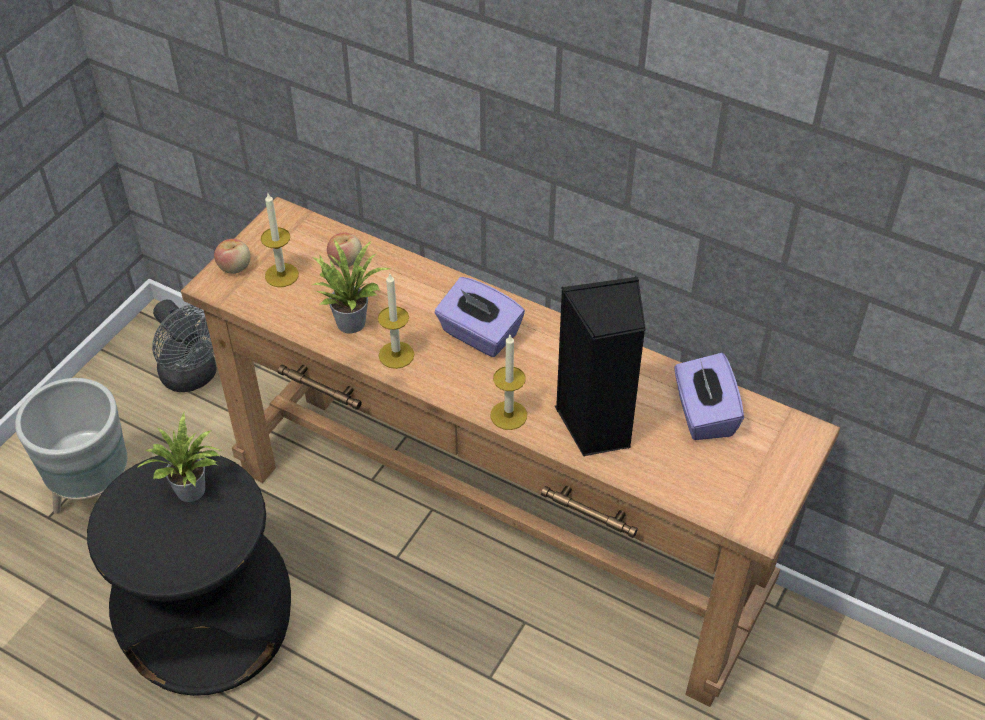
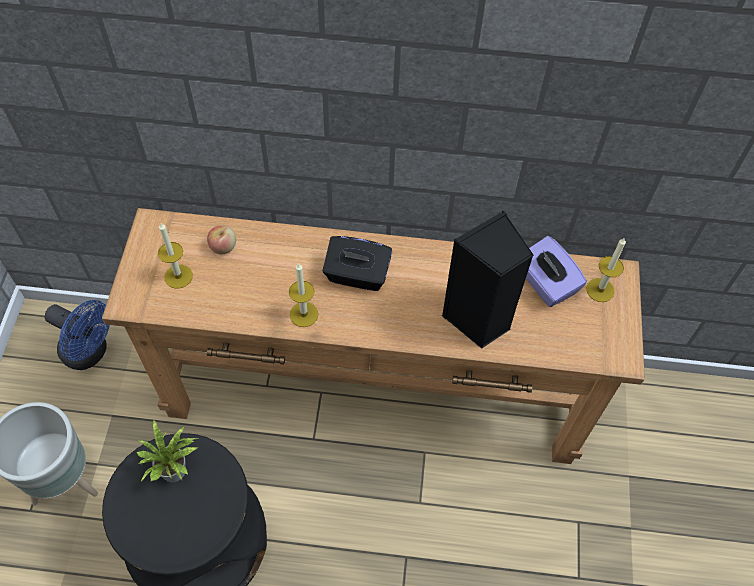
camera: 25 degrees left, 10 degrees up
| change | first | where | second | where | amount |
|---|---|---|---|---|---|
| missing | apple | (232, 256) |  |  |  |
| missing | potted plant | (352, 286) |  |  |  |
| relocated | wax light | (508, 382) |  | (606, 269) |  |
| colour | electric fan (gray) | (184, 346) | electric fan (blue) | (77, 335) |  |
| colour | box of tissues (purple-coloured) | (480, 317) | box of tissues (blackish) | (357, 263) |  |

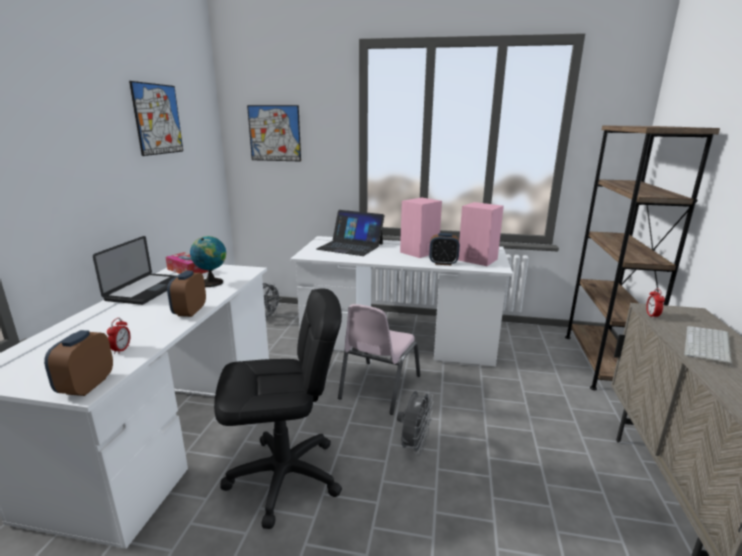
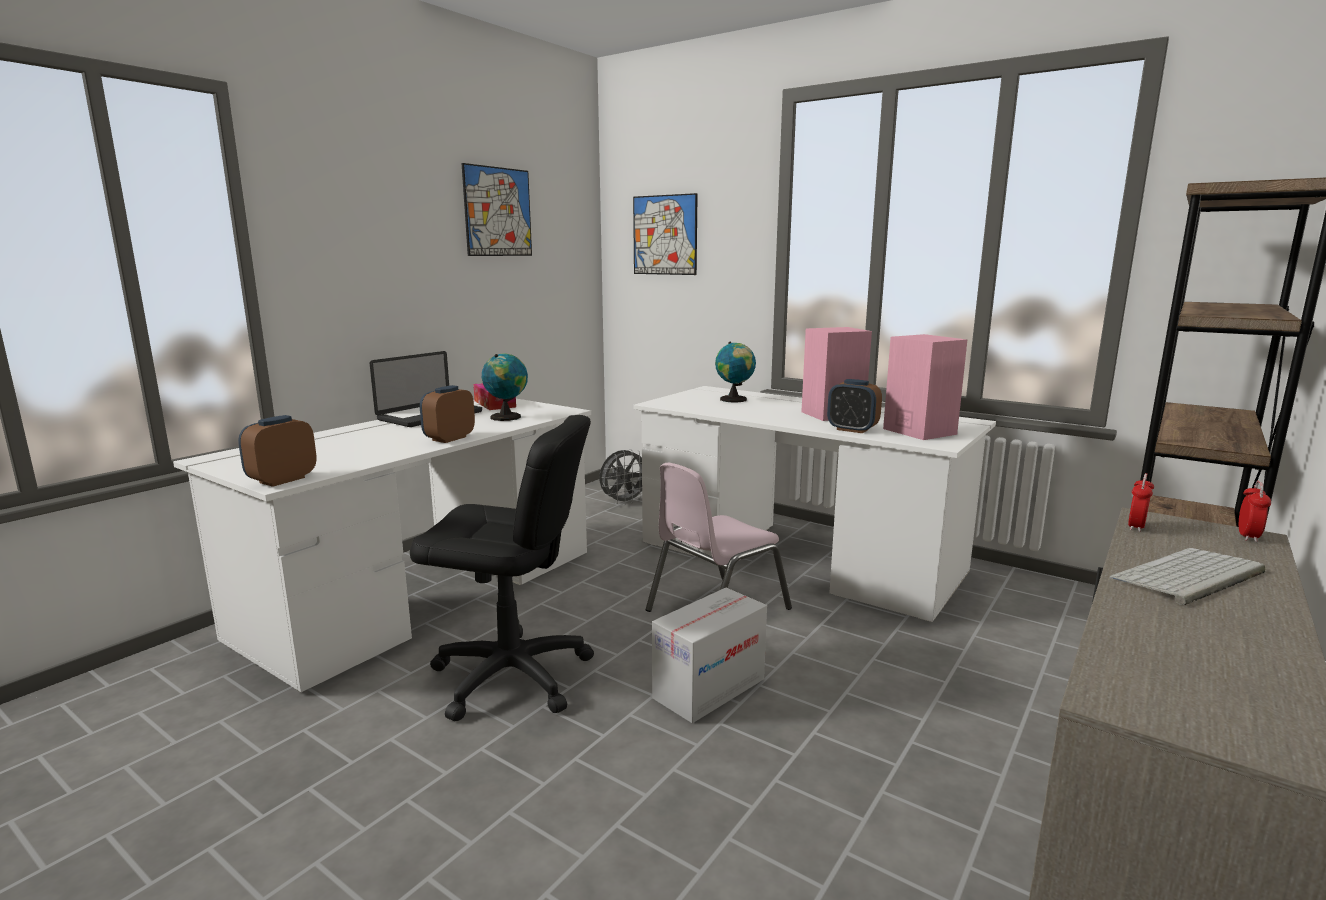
camera: 25 degrees right, 5 degrees down
| change | first | where | second | where | amount |
|---|---|---|---|---|---|
| relocated | table clock | (118, 336) |  | (1255, 511) |  |
| exchanged | notebook computer | (350, 233) | desk globe | (735, 372) |  |
| exchanged | electric fan (gray) | (415, 423) | carton | (709, 655) |  |

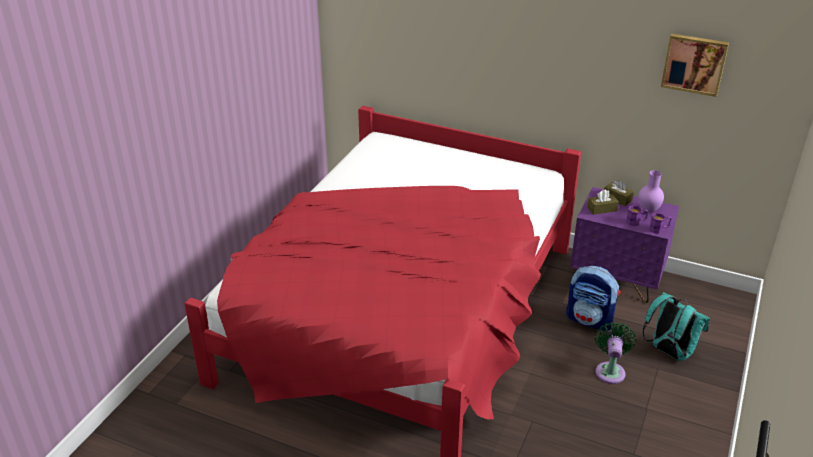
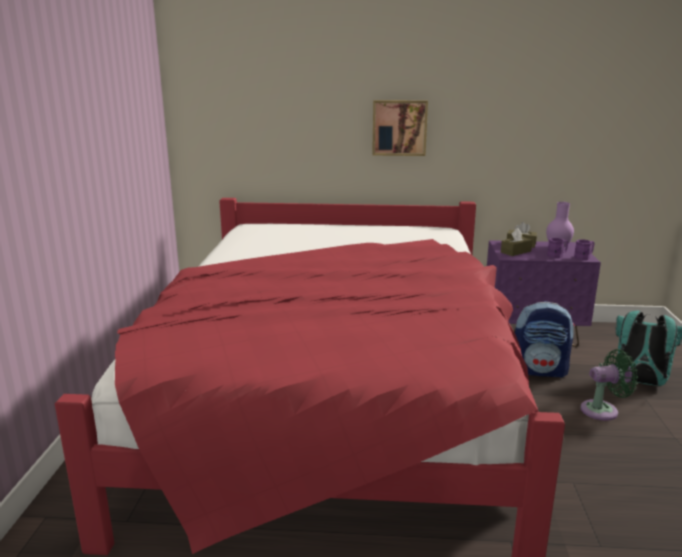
camera: 20 degrees left, 15 degrees down
| change | first | where | second | where | amount |
|---|---|---|---|---|---|
| relocated | picture | (695, 65) |  | (400, 128) |  |
| spun | electric fan (green-coloured) | (615, 353) |  | (609, 385) | 90 degrees clockwise |

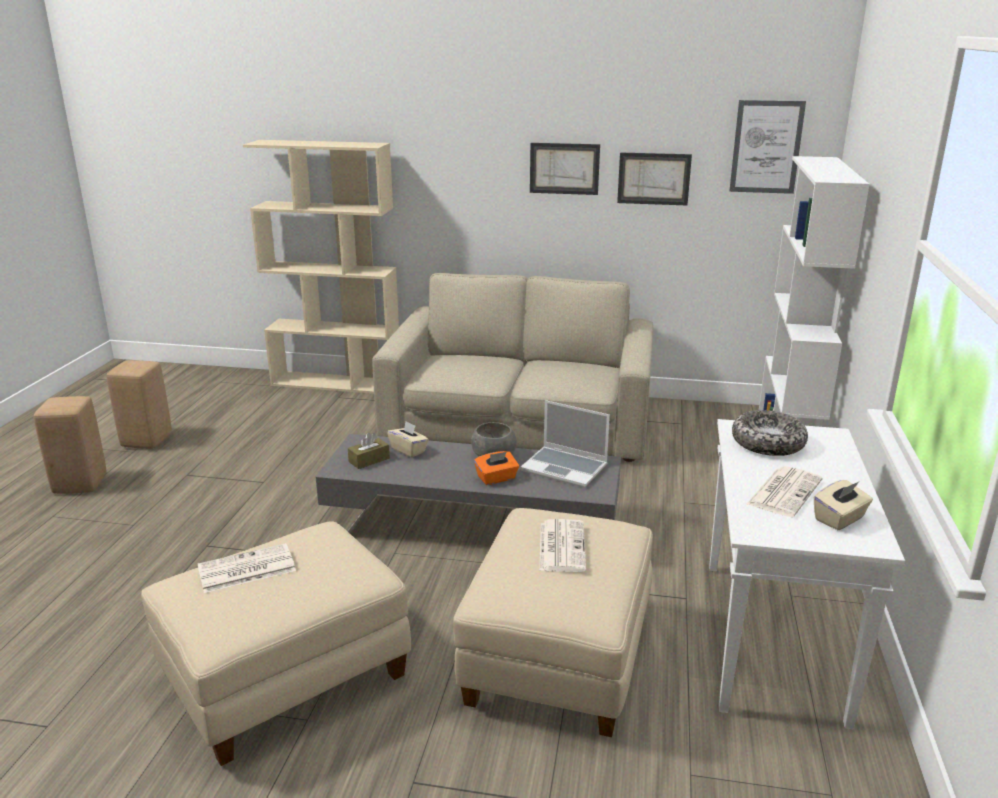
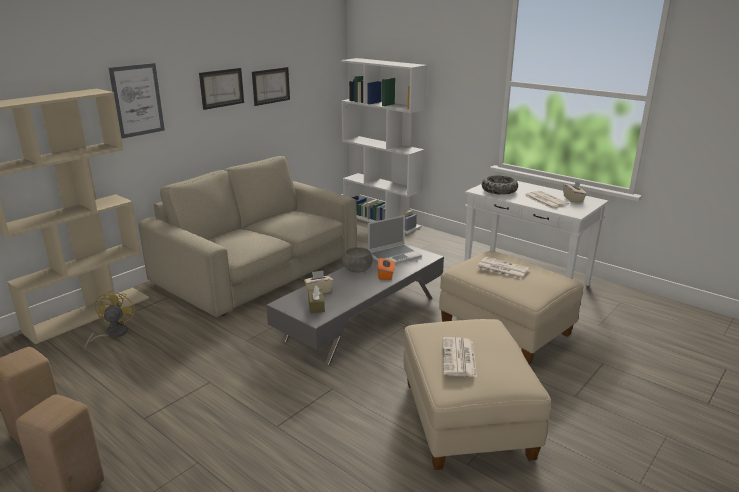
camera: 60 degrees left, 0 degrees up
| change | first | where | second | where | amount |
|---|---|---|---|---|---|
| appeared |  |  | electric fan (yellow-coloured) | (109, 319) |  |
| relocated | picture | (767, 147) |  | (137, 101) |  |

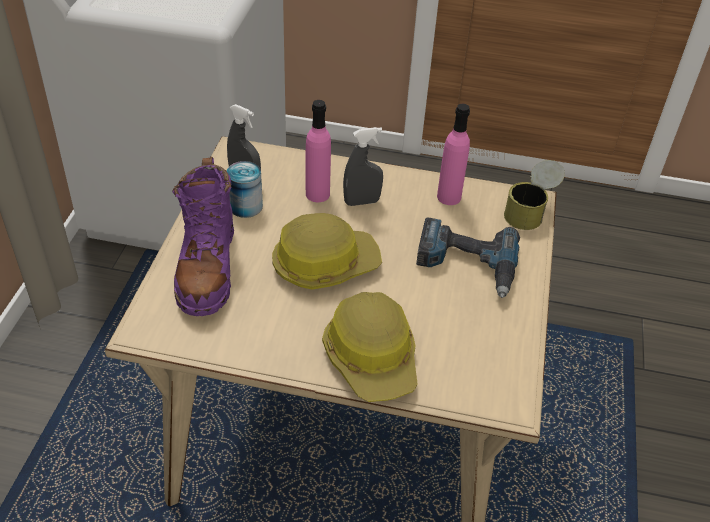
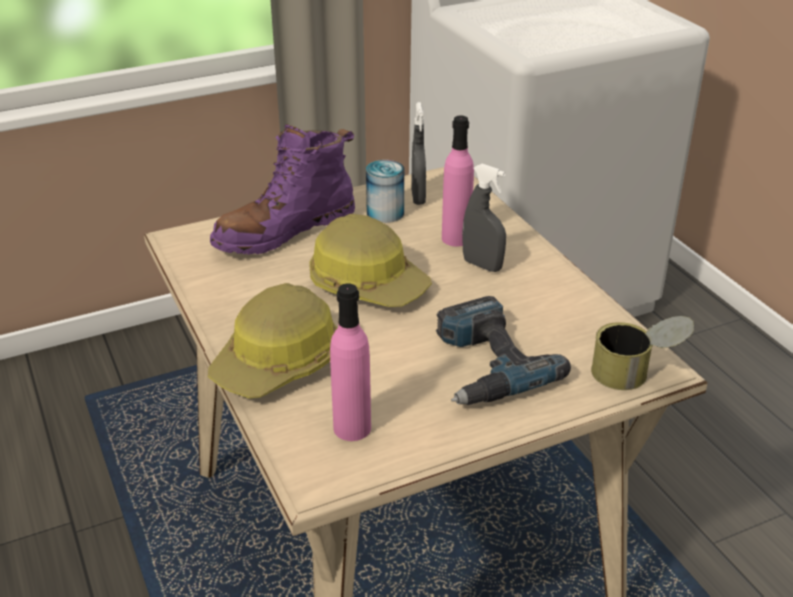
camera: 55 degrees right, 10 degrees down
| change | first | where | second | where | amount |
|---|---|---|---|---|---|
| relocated | beverage bottle (pink) | (453, 154) |  | (350, 362) |  |

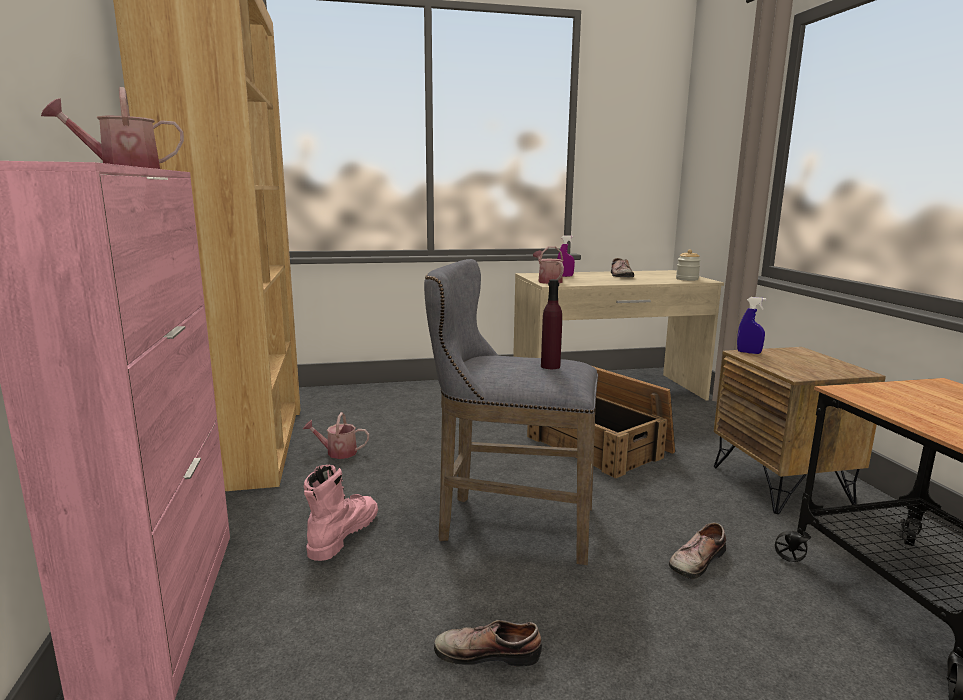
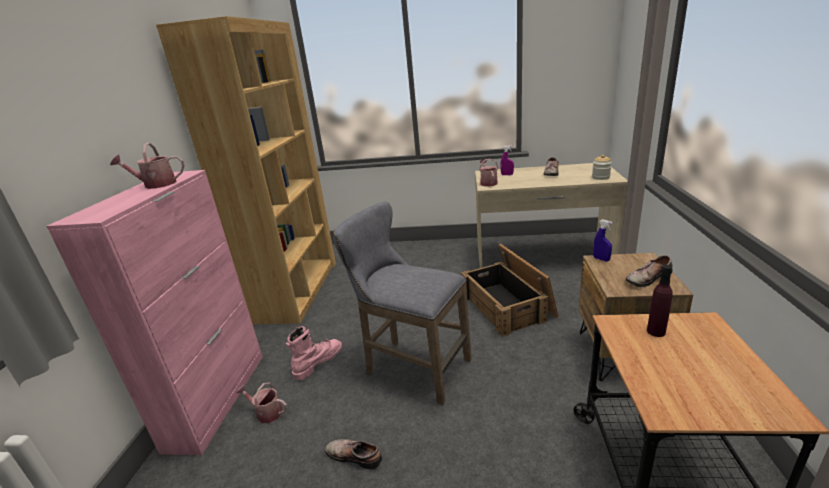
camera: 20 degrees right, 10 degrees up
| change | first | where | second | where | amount |
|---|---|---|---|---|---|
| relocated | watering can | (336, 435) |  | (261, 403) |  |
| relocated | beverage bottle (purple-coloured) | (551, 324) |  | (660, 301) |  |
| relocated | item of footwear | (697, 550) |  | (649, 271) |  |

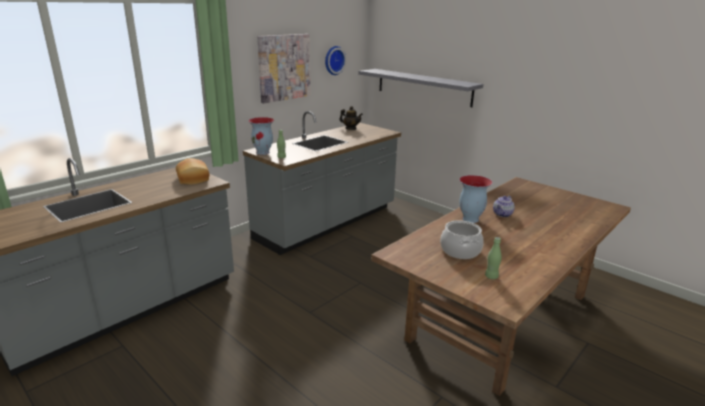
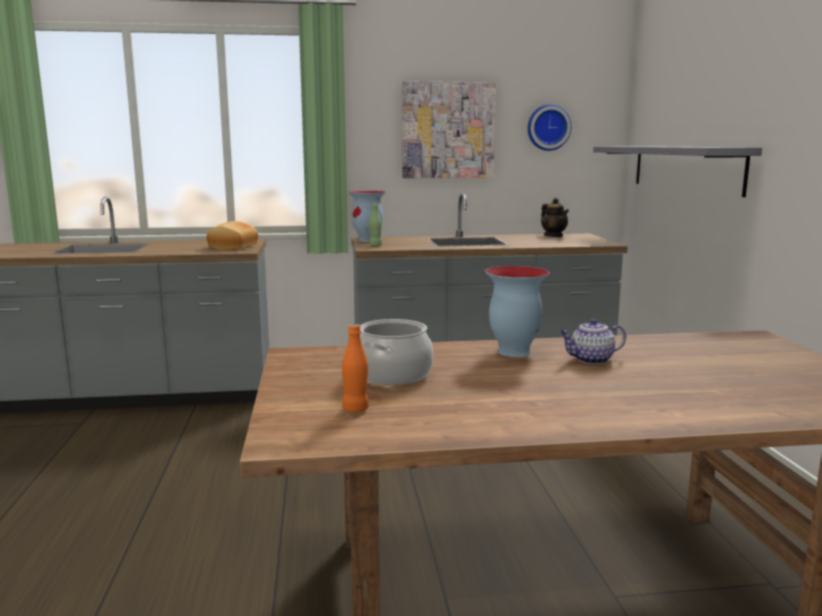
camera: 40 degrees right, 10 degrees down
| change | first | where | second | where | amount |
|---|---|---|---|---|---|
| colour | beverage bottle (green-coloured) | (493, 258) | beverage bottle (orange-coloured) | (355, 368) |  |

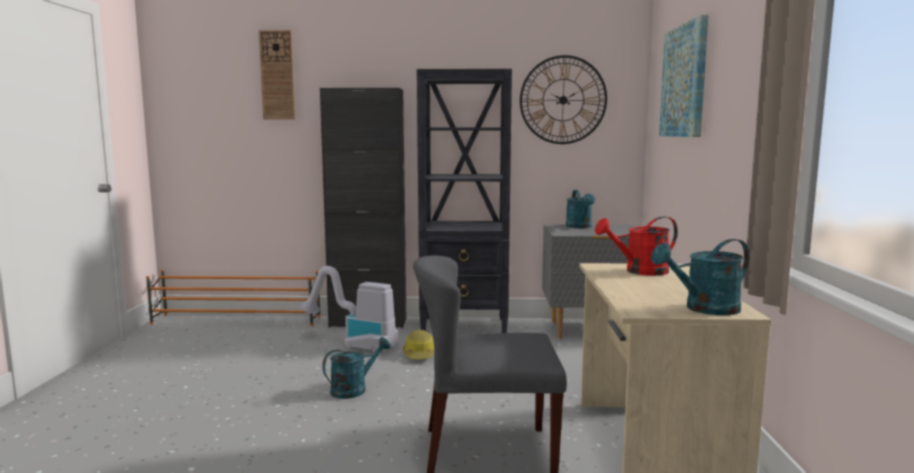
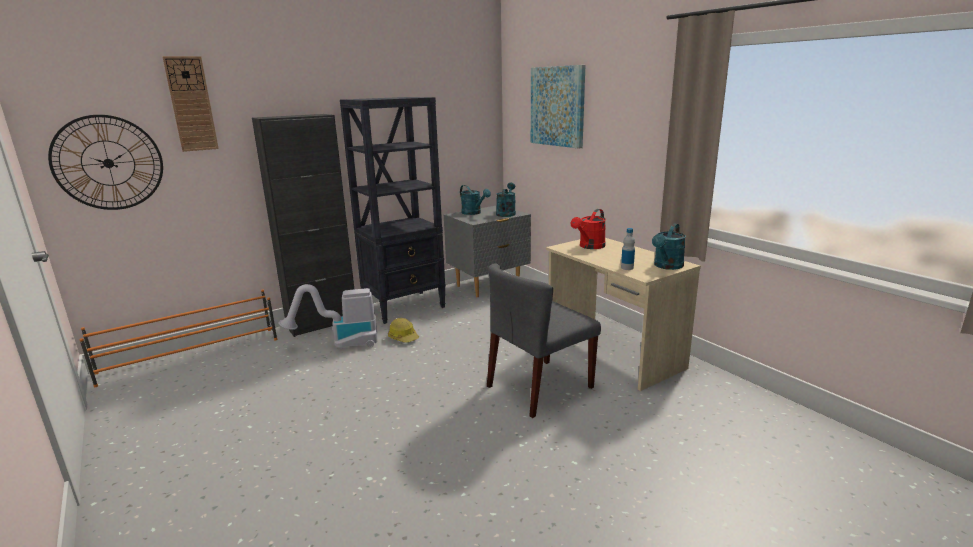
camera: 35 degrees left, 10 degrees up
| change | first | where | second | where | amount |
|---|---|---|---|---|---|
| appeared |  |  | beverage bottle | (628, 249) |  |
| relocated | watering can (turquoise) | (356, 368) |  | (506, 200) |  |
| relocated | wall clock | (563, 99) |  | (105, 162) |  |

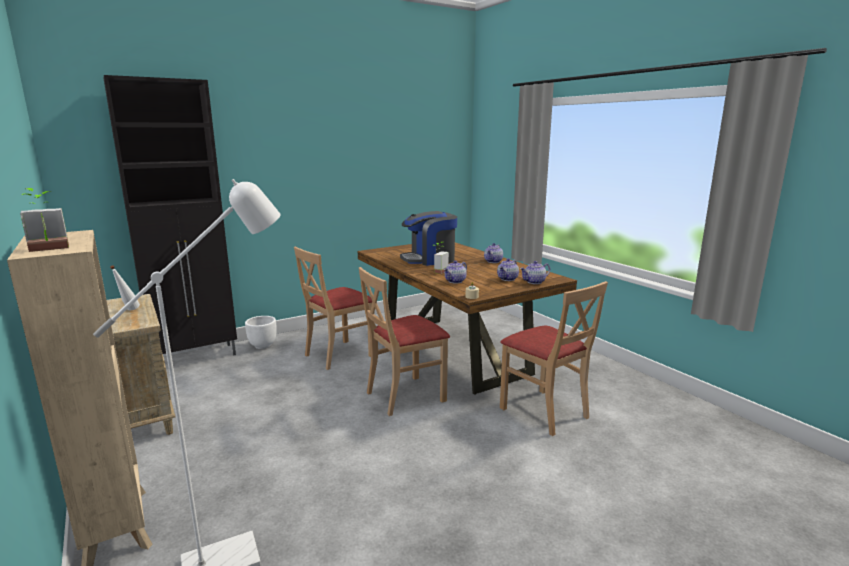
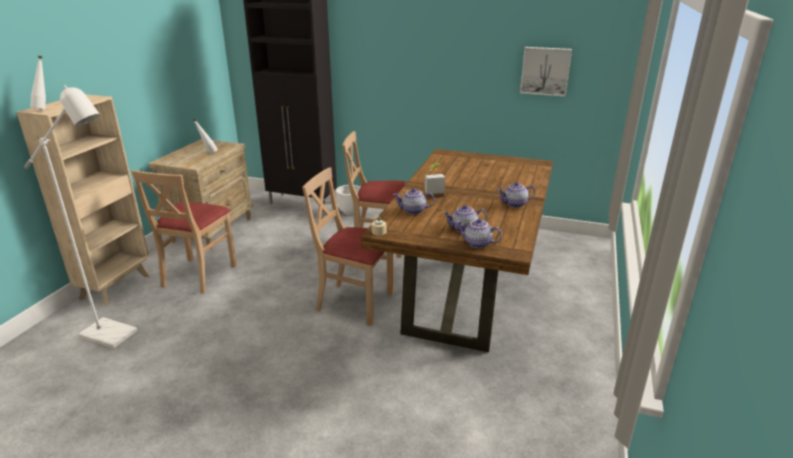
camera: 50 degrees right, 10 degrees up
| change | first | where | second | where | amount |
|---|---|---|---|---|---|
| missing | coffee maker | (428, 238) |  |  |  |
| appeared |  |  | picture | (546, 71) |  |
| relocated | plain chair (beige) | (554, 358) |  | (184, 232) |  |
| exchanged | potted plant | (44, 220) | beverage bottle (white) | (38, 83) |  |

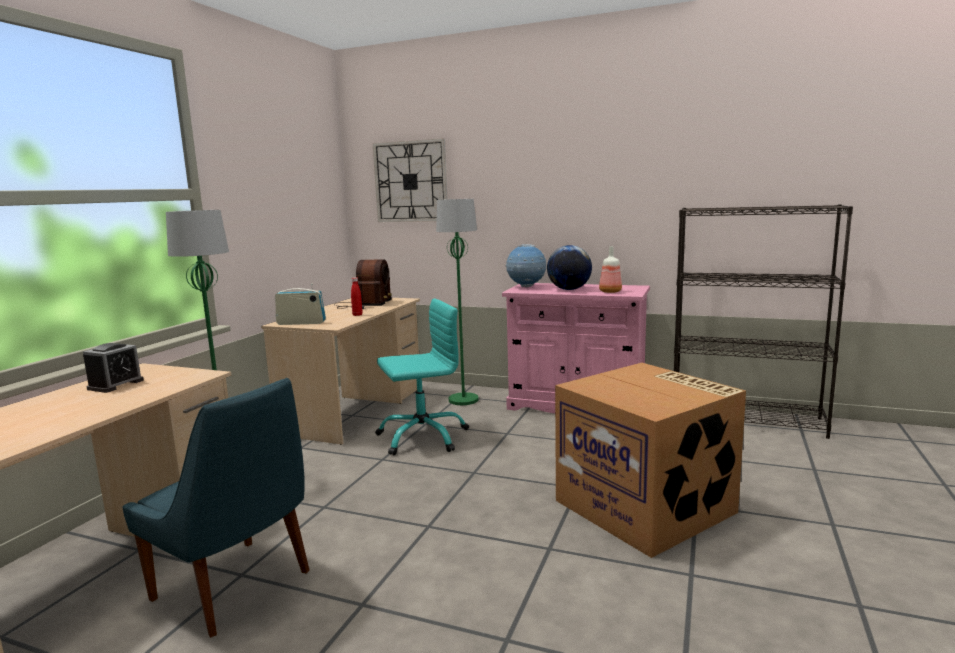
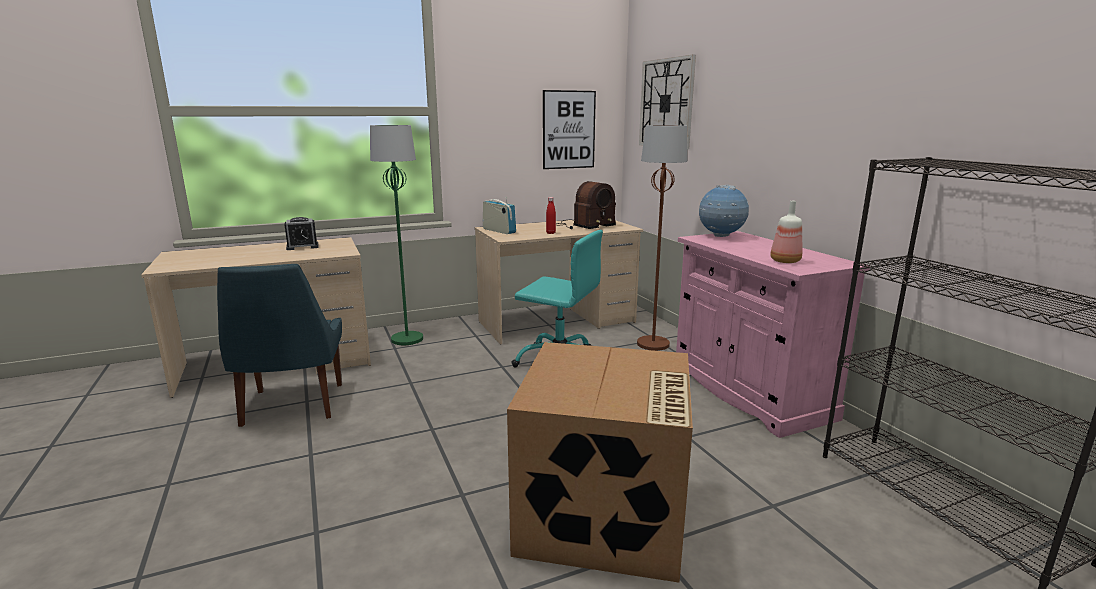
camera: 45 degrees right, 5 degrees up
| change | first | where | second | where | amount |
|---|---|---|---|---|---|
| missing | desk globe | (569, 267) |  |  |  |
| appeared |  |  | picture | (569, 129) |  |
| colour | floor lamp (green-coloured) | (457, 302) | floor lamp (brownish) | (662, 238) |  |

